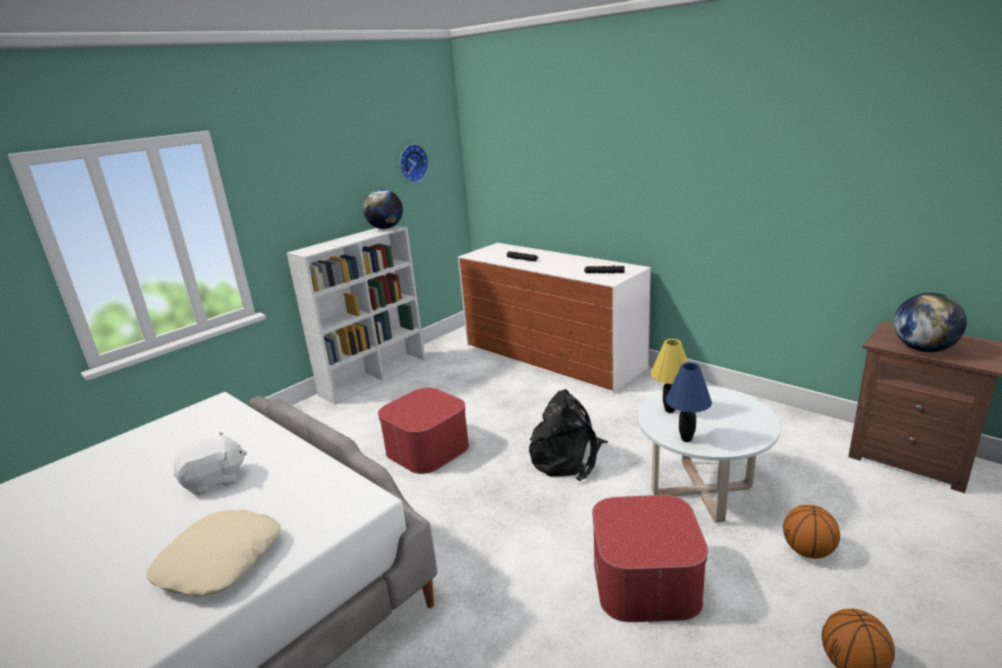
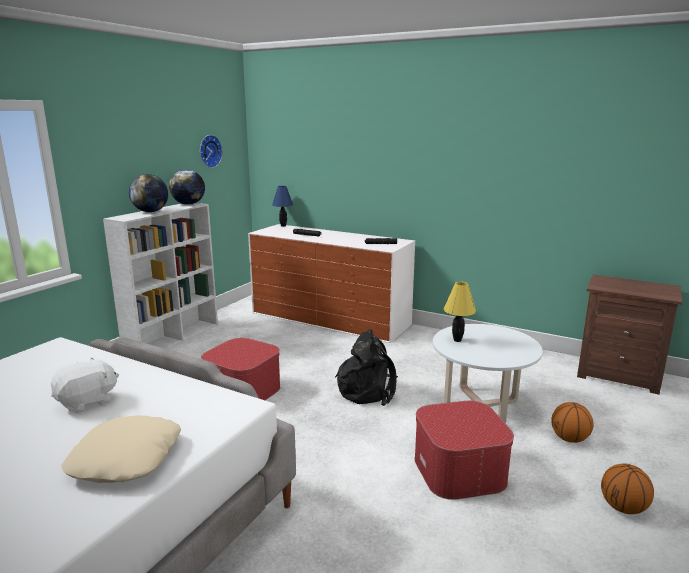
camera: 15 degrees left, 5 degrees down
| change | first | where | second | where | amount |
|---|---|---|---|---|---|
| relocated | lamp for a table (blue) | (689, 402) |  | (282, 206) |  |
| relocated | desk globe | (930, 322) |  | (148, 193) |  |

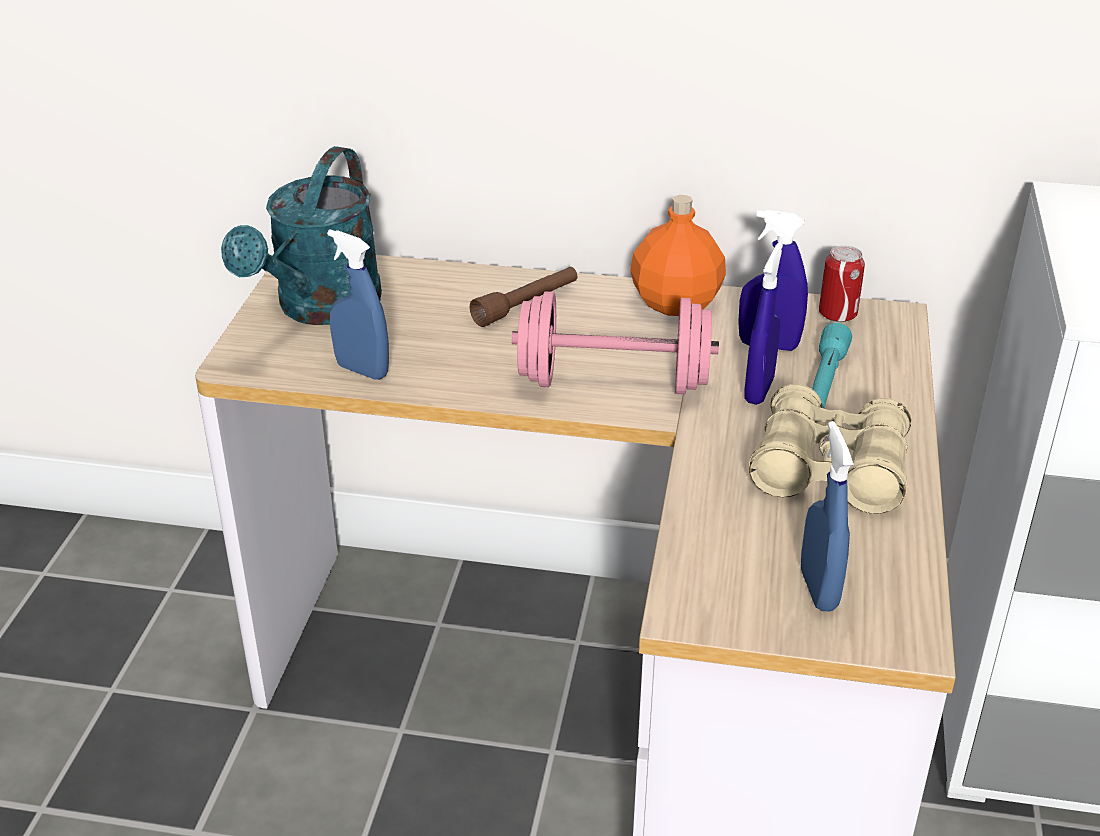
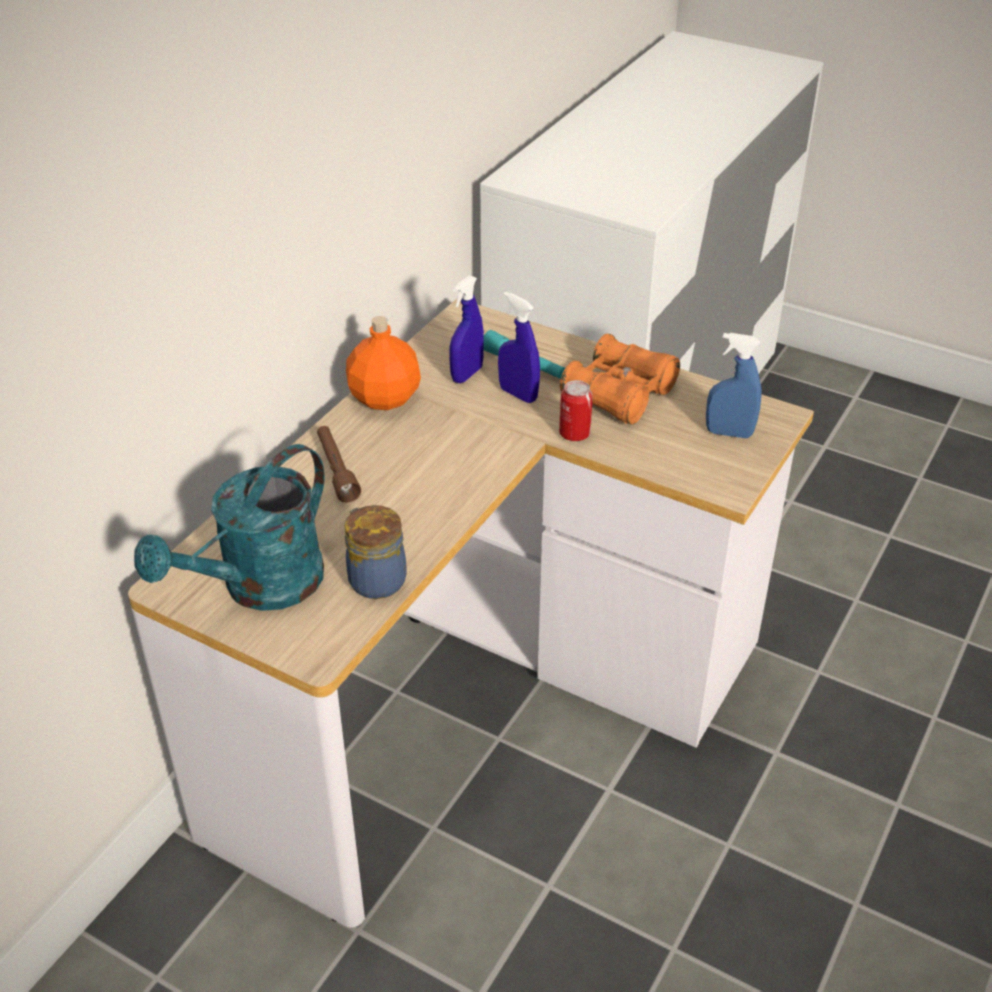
camera: 70 degrees left, 5 degrees up
| change | first | where | second | where | amount |
|---|---|---|---|---|---|
| missing | hand weight (pink) | (615, 342) |  |  |  |
| relocated | can | (842, 284) |  | (576, 410) |  |
| exchanged | spray bottle (blue) | (358, 304) | preserve jar | (376, 552) |  |
| colour | binoculars (beige) | (830, 449) | binoculars (orange-coloured) | (620, 379) |  |
| spun | watering can (turquoise) | (301, 235) |  | (229, 527) | 90 degrees clockwise |

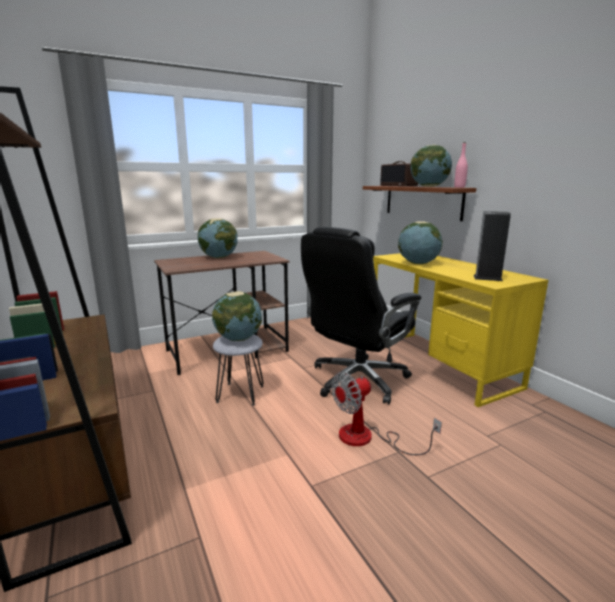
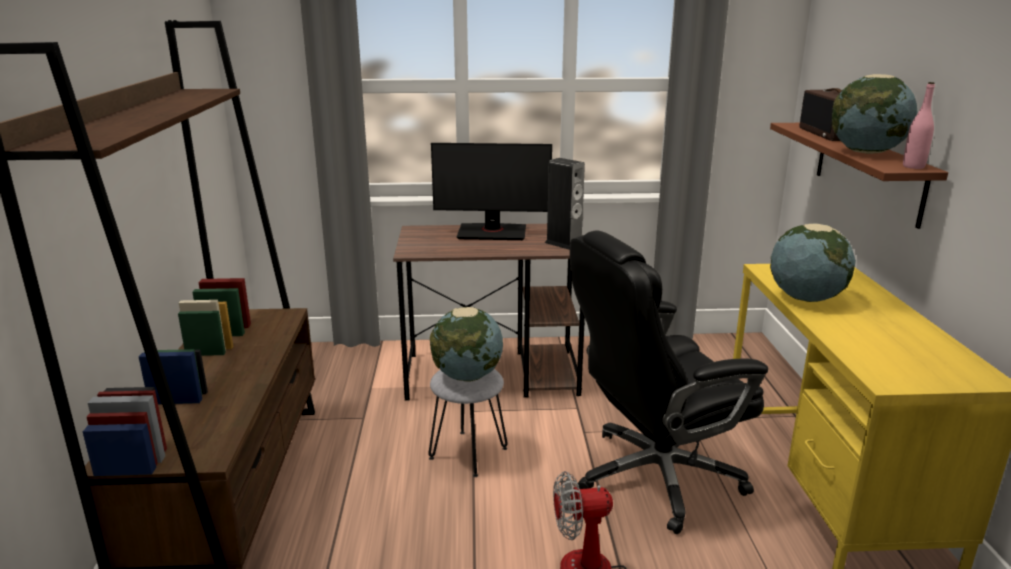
camera: 25 degrees right, 5 degrees up
| change | first | where | second | where | amount |
|---|---|---|---|---|---|
| relocated | audio speaker | (492, 246) |  | (565, 204) |  |
| exchanged | desk globe | (218, 238) | monitor | (491, 191) |  |

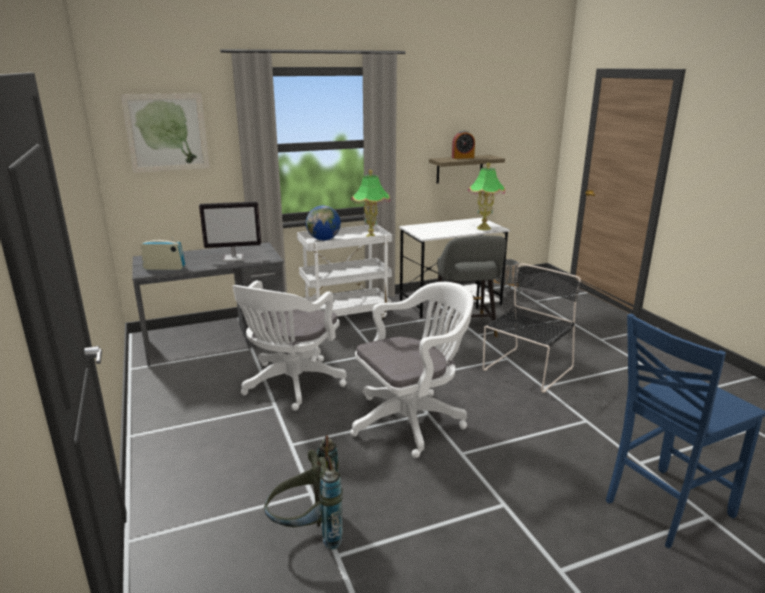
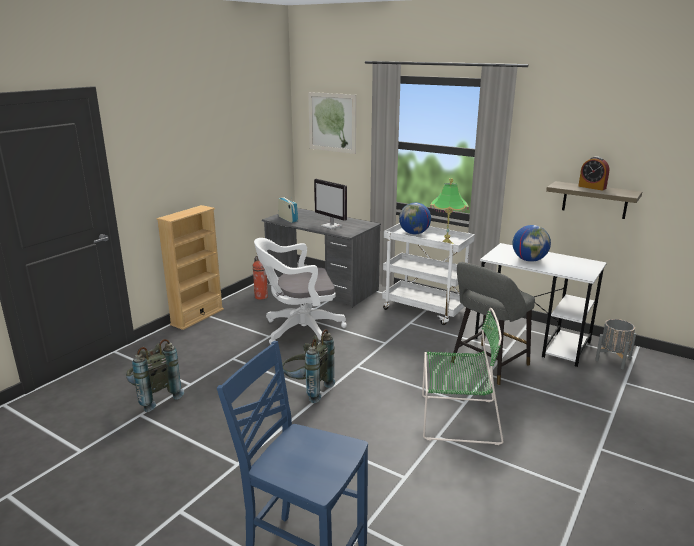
camera: 55 degrees right, 0 degrees up
| change | first | where | second | where | amount |
|---|---|---|---|---|---|
| missing | lamp for a table | (486, 196) |  |  |  |
| appeared |  |  | bookshelf (beige) | (190, 267) |  |
| appeared |  |  | fire-fighting cylinder | (260, 278) |  |
| appeared |  |  | desk globe | (532, 243) |  |
| exchanged | desk chair (white) | (412, 370) | knapsack (gray) | (308, 366) |  |
| colour | plain chair (blackish) | (532, 328) | plain chair (green-coloured) | (463, 376) |  |

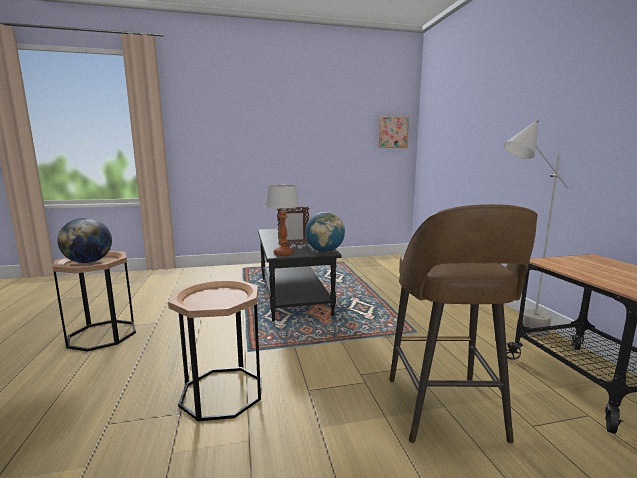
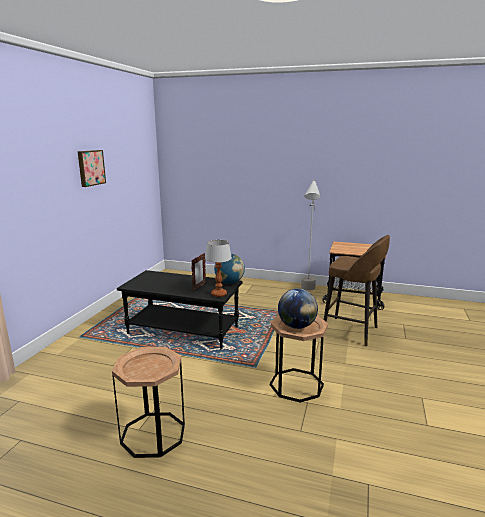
camera: 60 degrees left, 5 degrees up
| change | first | where | second | where | amount |
|---|---|---|---|---|---|
| relocated | desk globe | (85, 240) |  | (298, 309) |  |
| relocated | picture | (394, 132) |  | (92, 168) |  |

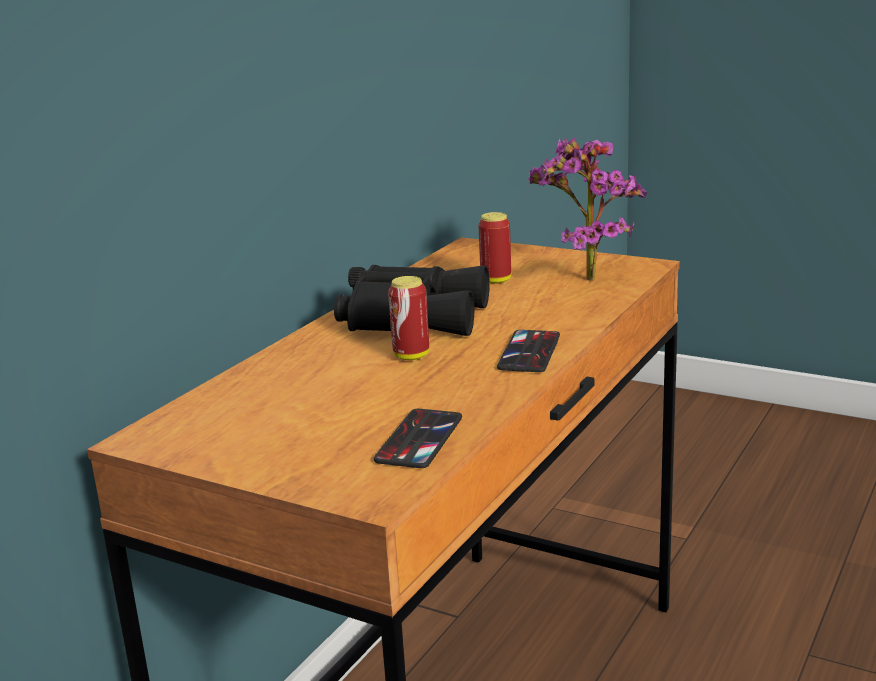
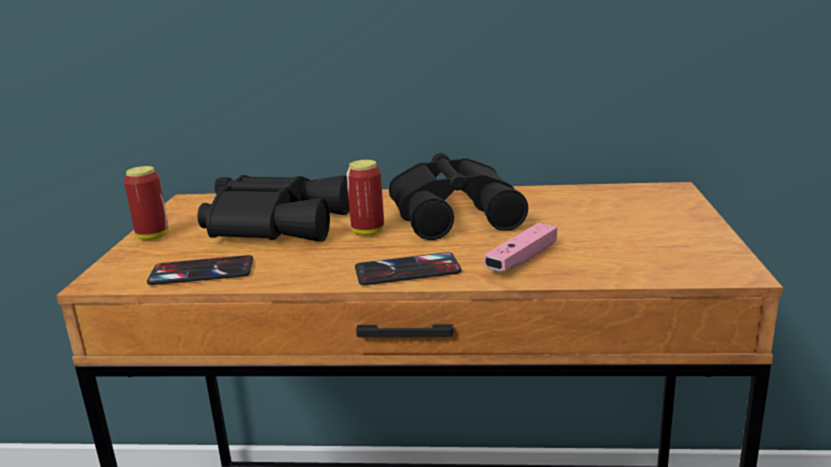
camera: 65 degrees right, 0 degrees up
| change | first | where | second | where | amount |
|---|---|---|---|---|---|
| missing | potted plant | (587, 209) |  |  |  |
| appeared |  |  | binoculars (blackish) | (273, 208) |  |
| appeared |  |  | joypad (pink) | (520, 247) |  |
| relocated | can | (494, 248) |  | (146, 203) |  |

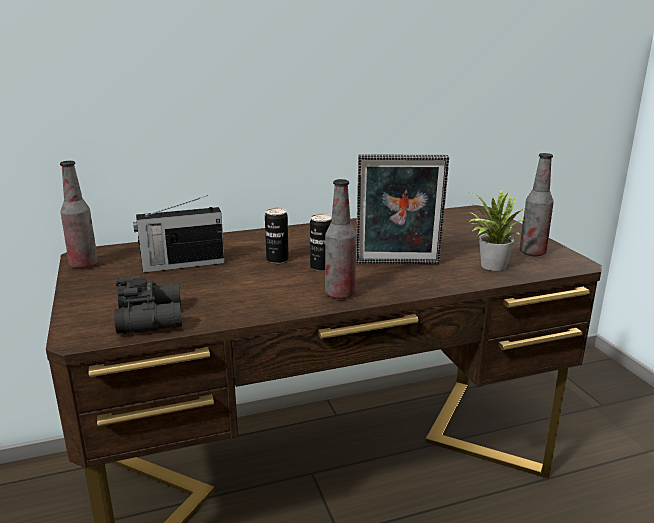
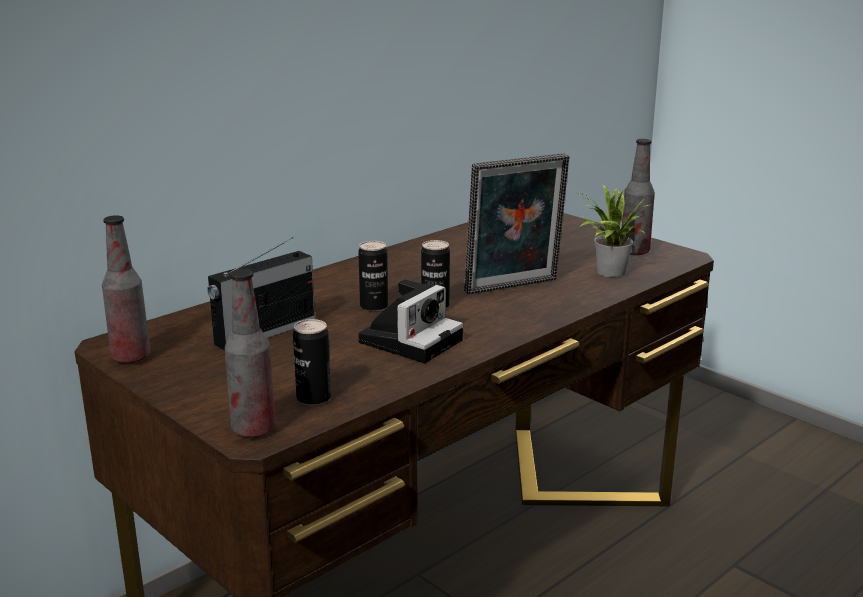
camera: 25 degrees left, 0 degrees up
| change | first | where | second | where | amount |
|---|---|---|---|---|---|
| appeared |  |  | photo camera | (410, 321) |  |
| relocated | beverage bottle | (340, 239) |  | (250, 353) |  |
| exchanged | binoculars (blackish) | (148, 305) | can | (312, 362) |  |

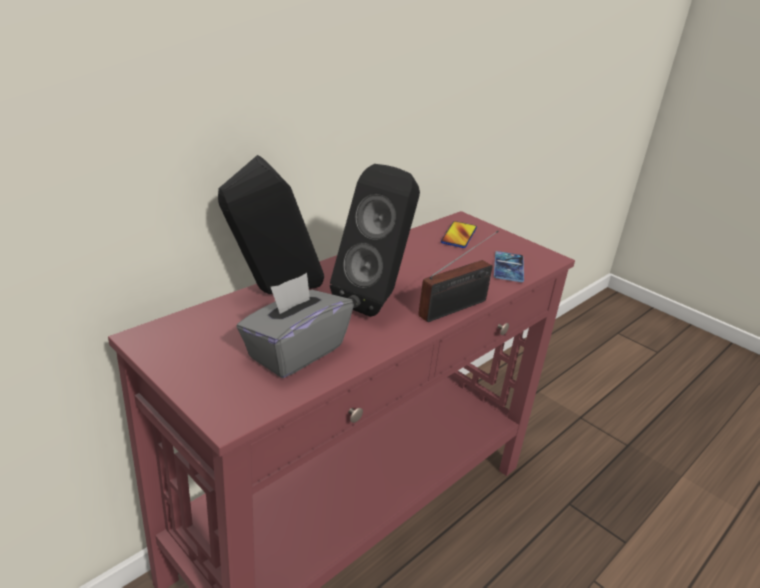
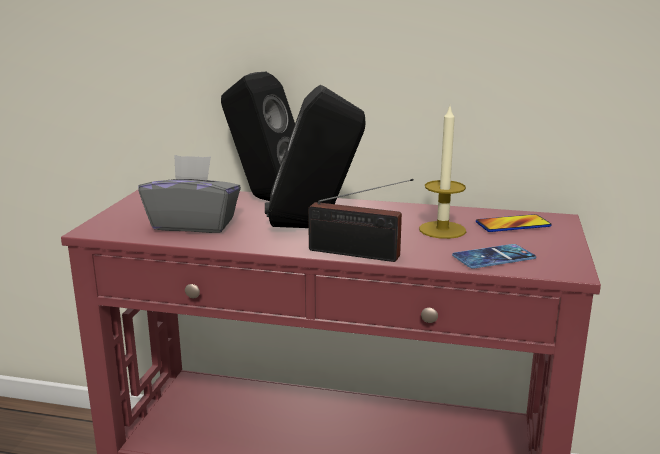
camera: 60 degrees right, 10 degrees down
| change | first | where | second | where | amount |
|---|---|---|---|---|---|
| appeared |  |  | wax light | (442, 173) |  |

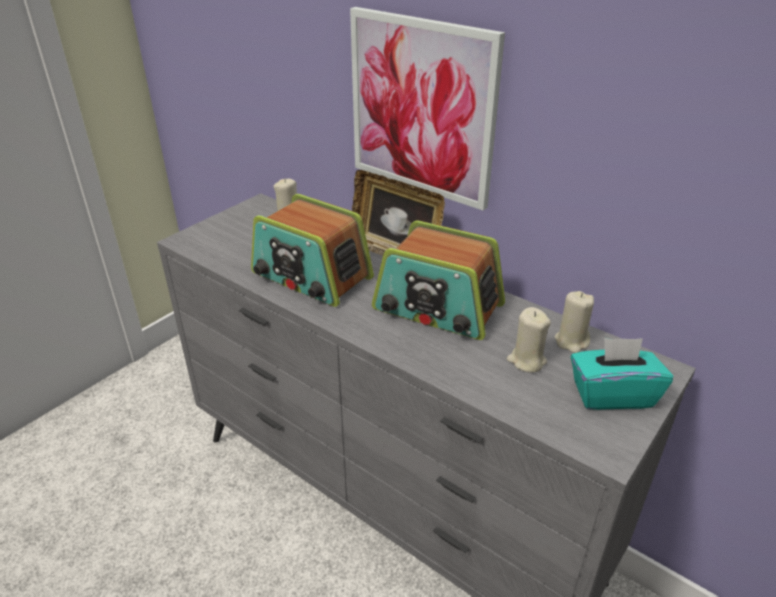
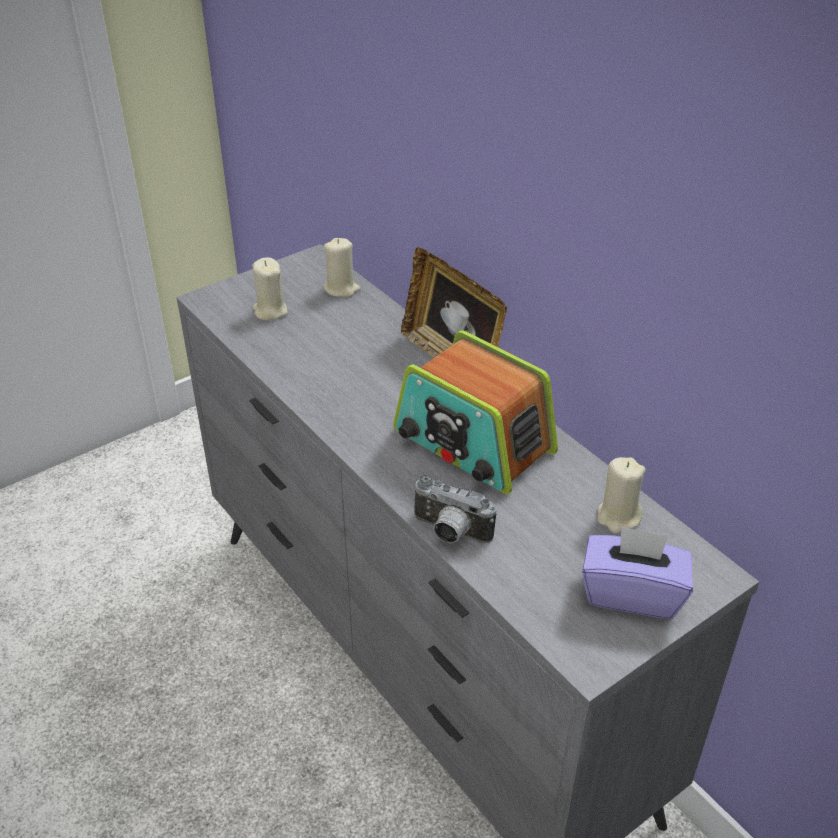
camera: 15 degrees right, 5 degrees up
| change | first | where | second | where | amount |
|---|---|---|---|---|---|
| missing | radio set | (312, 250) |  |  |  |
| missing | picture | (427, 108) |  |  |  |
| appeared |  |  | photo camera | (454, 509) |  |
| relocated | wax light (beige) | (529, 340) |  | (270, 289) |  |
| colour | box of tissues (turquoise) | (622, 374) | box of tissues (purple-coloured) | (637, 572) |  |

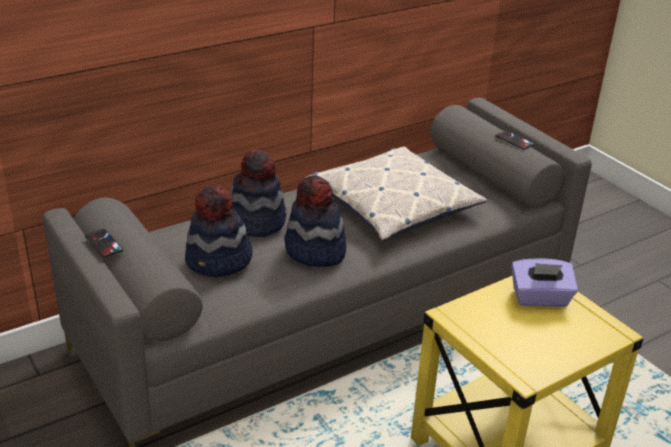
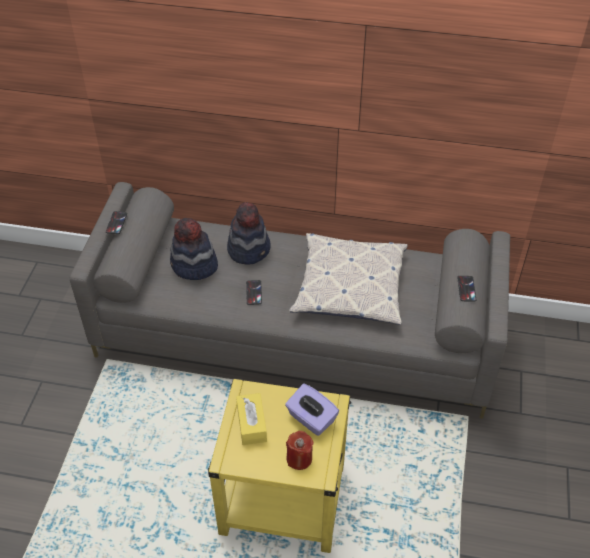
camera: 45 degrees right, 15 degrees up
| change | first | where | second | where | amount |
|---|---|---|---|---|---|
| appeared |  |  | box of tissues (yellow-coloured) | (251, 419) |  |
| appeared |  |  | wax light (red) | (299, 450) |  |
| exchanged | wearable hat | (315, 221) | phone | (254, 292) |  |

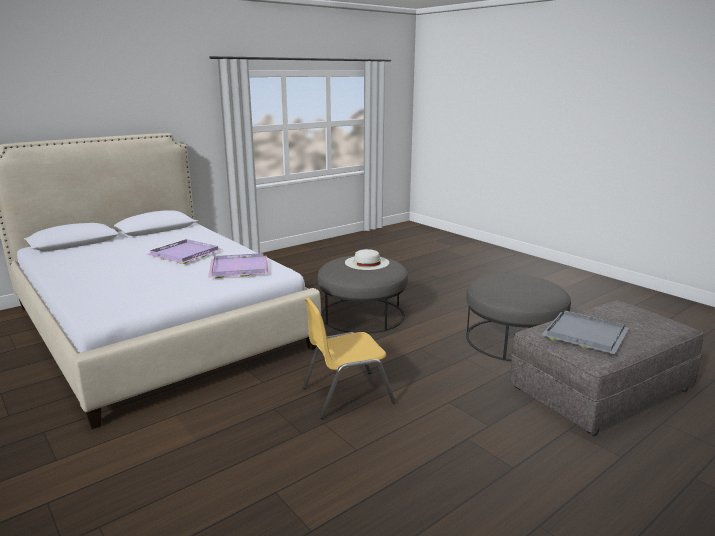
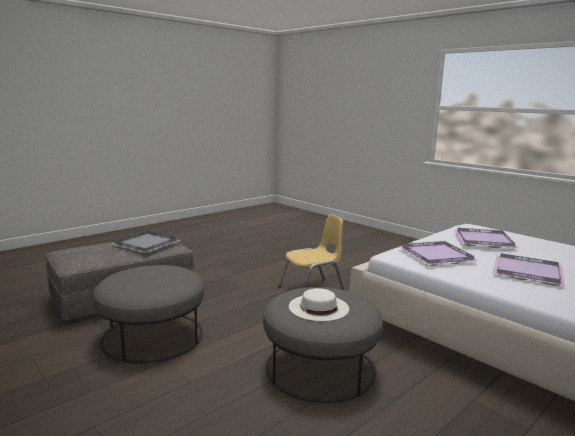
camera: 175 degrees right, 5 degrees down
| change | first | where | second | where | amount |
|---|---|---|---|---|---|
| appeared |  |  | serving tray (purple-coloured) | (486, 238) |  |

